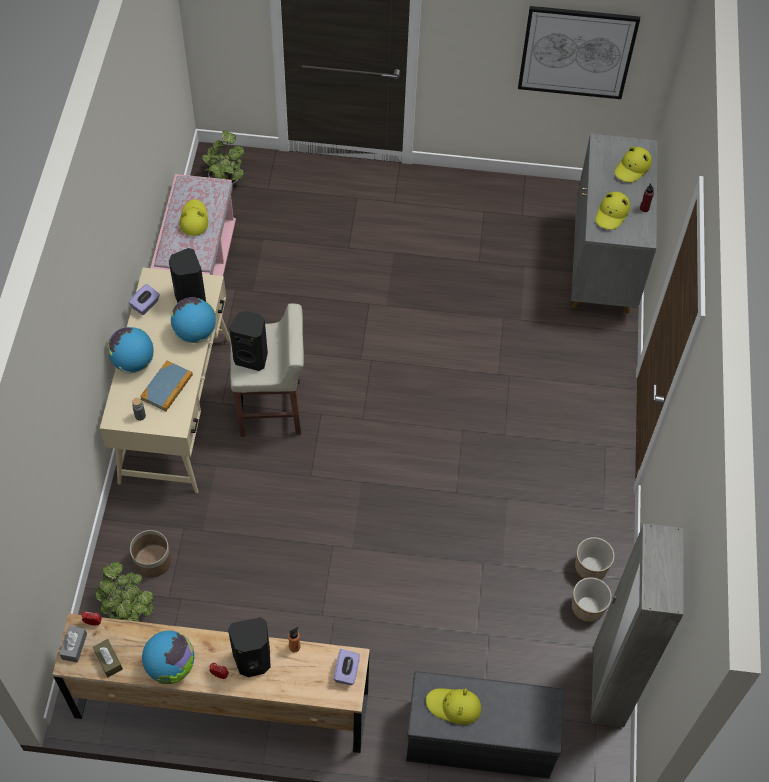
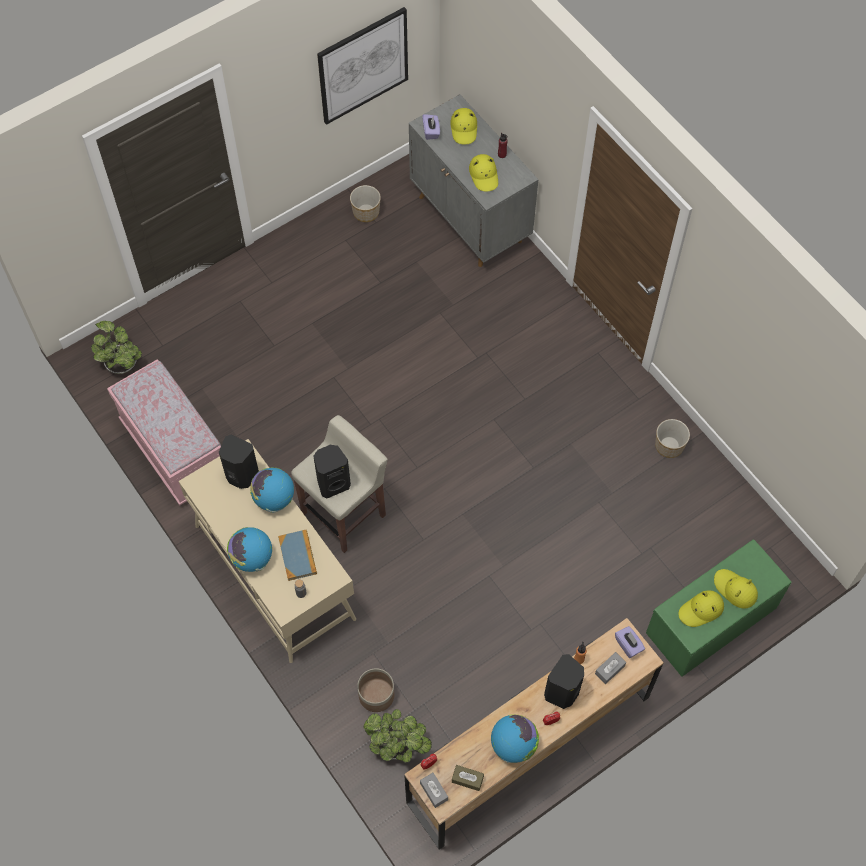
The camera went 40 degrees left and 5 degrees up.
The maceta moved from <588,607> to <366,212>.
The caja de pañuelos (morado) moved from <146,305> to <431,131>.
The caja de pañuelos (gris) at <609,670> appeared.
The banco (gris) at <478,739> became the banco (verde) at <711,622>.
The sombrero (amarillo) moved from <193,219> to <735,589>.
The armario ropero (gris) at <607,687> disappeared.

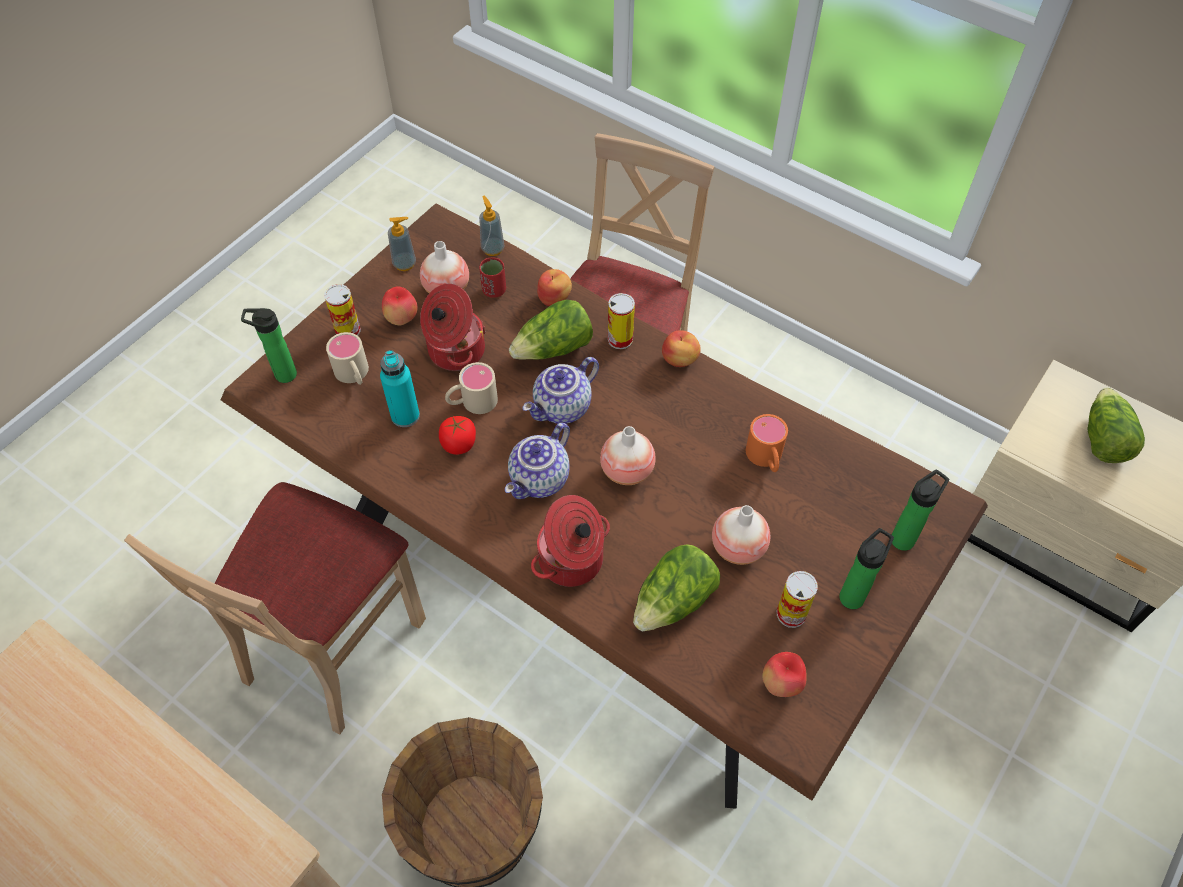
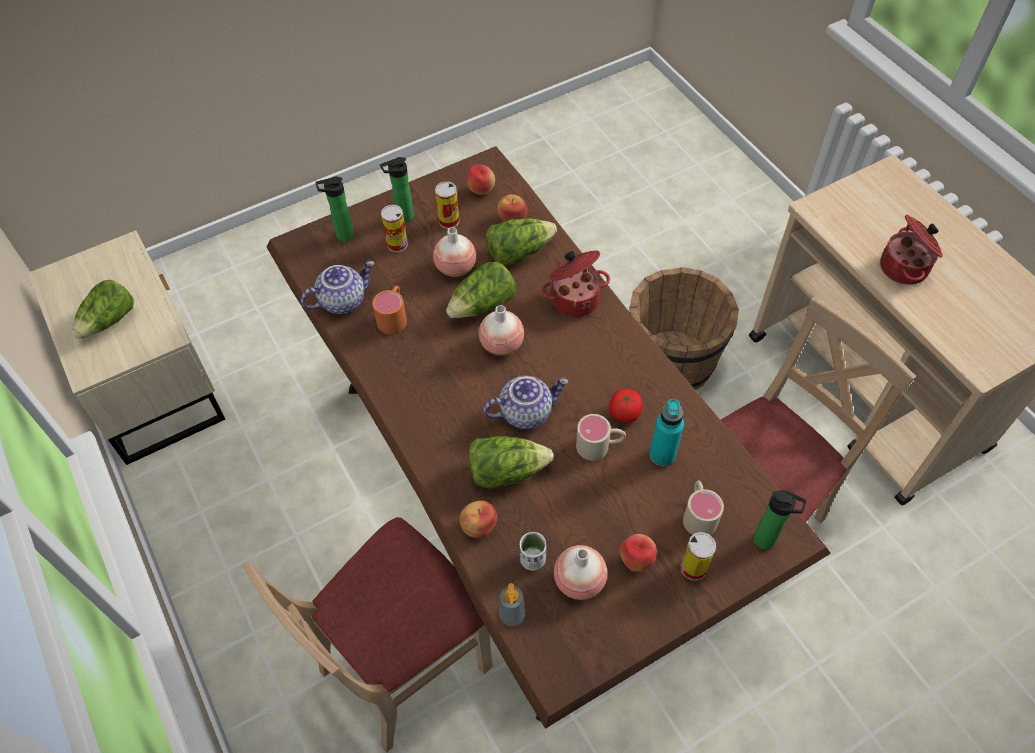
The camera went 155 degrees left and 0 degrees up.
The tetera moved from <540,480> to <342,300>.
The lata moved from <620,339> to <397,244>.
The lechuga at <483,306> appeared.
The manzana moved from <680,360> to <512,218>.
The taza (rojo) at <494,290> became the taza (blanco) at <532,559>.
The olla moved from <455,351> to <905,268>.
The dispensador de jabón at <404,264> disappeared.

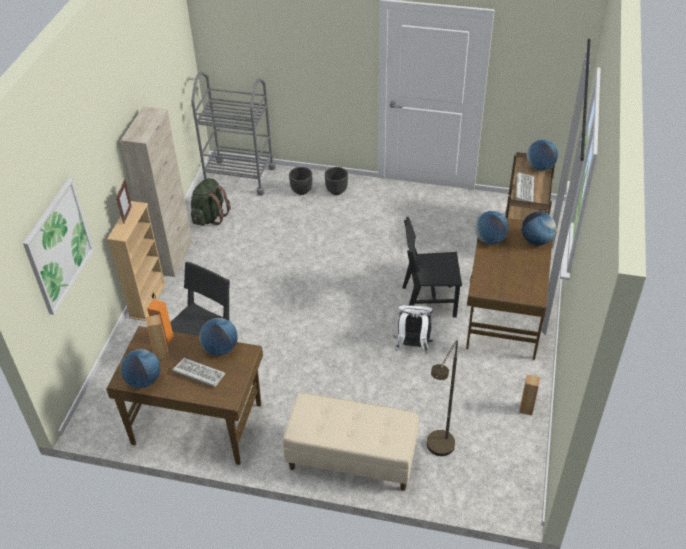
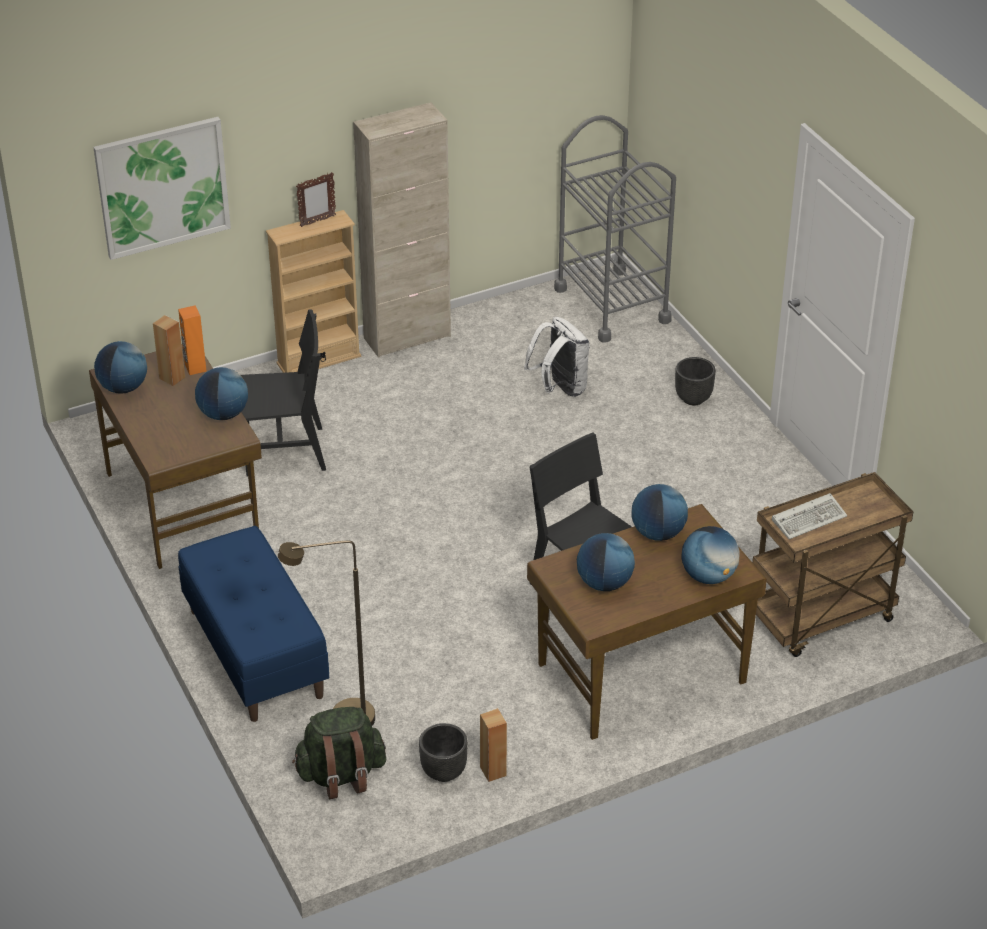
The camera went 50 degrees right and 5 degrees down.
The banco (beis) at <351,459> became the banco (azul) at <254,653>.
The mochila (verde) moved from <210,217> to <341,775>.
The maceta (negro) moved from <301,191> to <443,772>.
The mochila (blanco) moved from <412,346> to <560,388>.
The globo terráqueo moved from <540,167> to <604,583>.
The teclado at <197,373> disappeared.

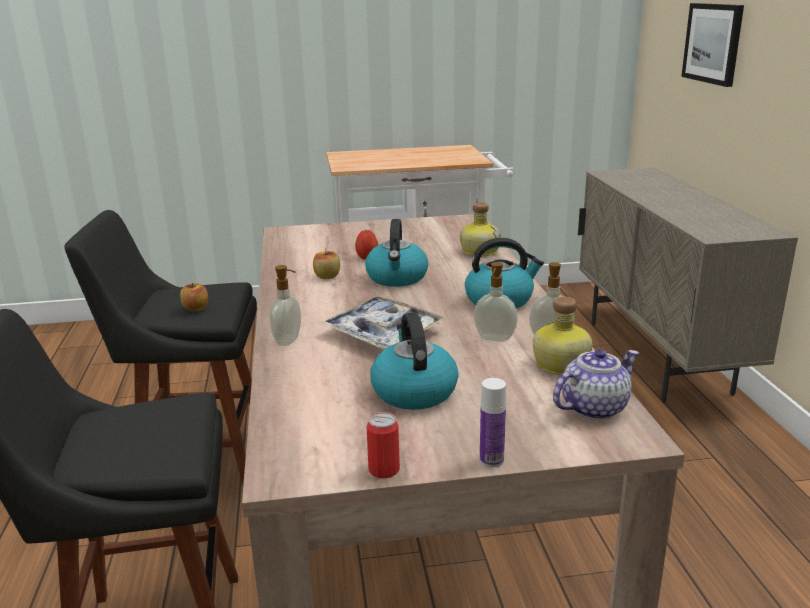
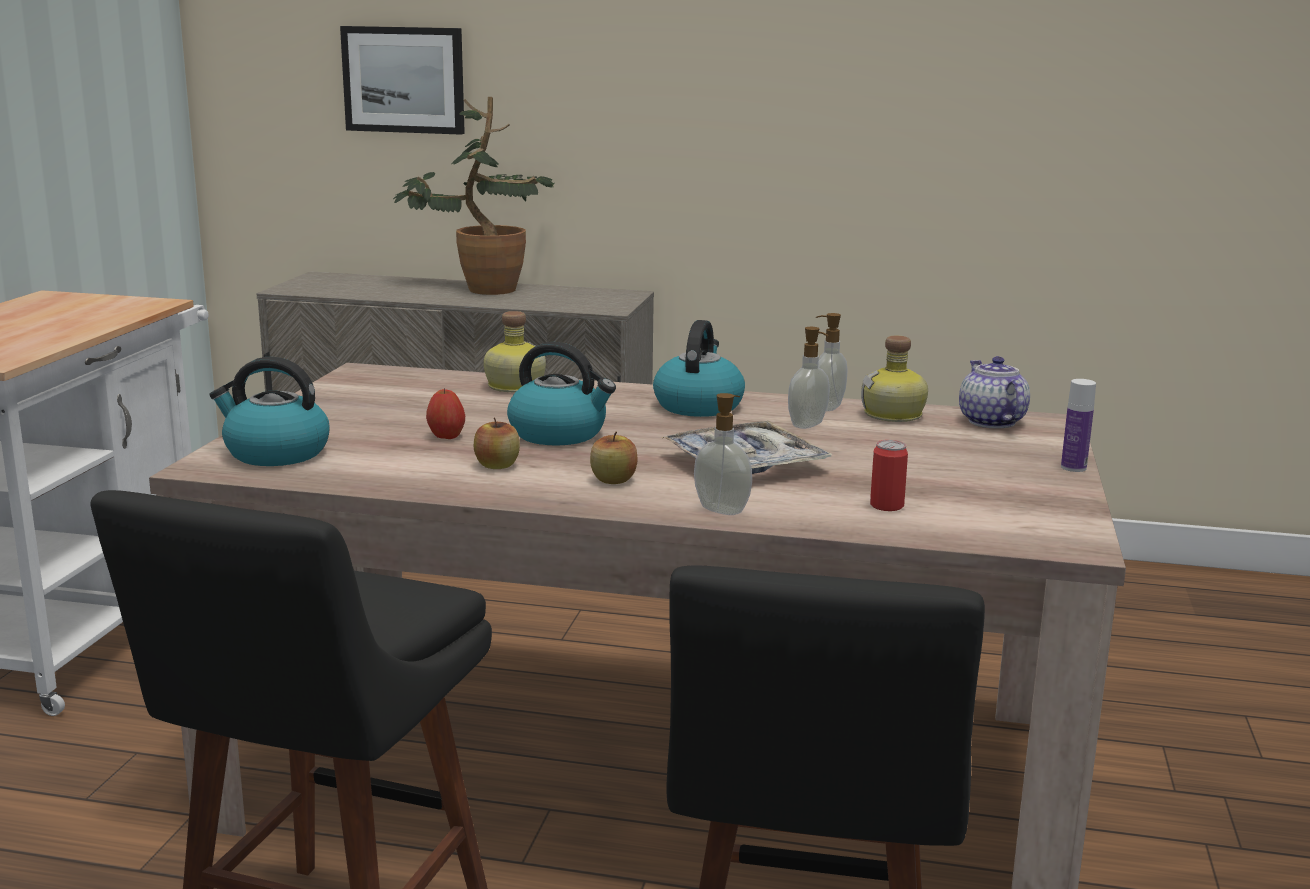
The camera went 70 degrees left and 5 degrees down.
The hervidor moved from <413,391> to <275,453>.
The planta en maceta at <481,288> appeared.
The manzana moved from <196,308> to <613,480>.
The lata moved from <384,470> to <886,505>.

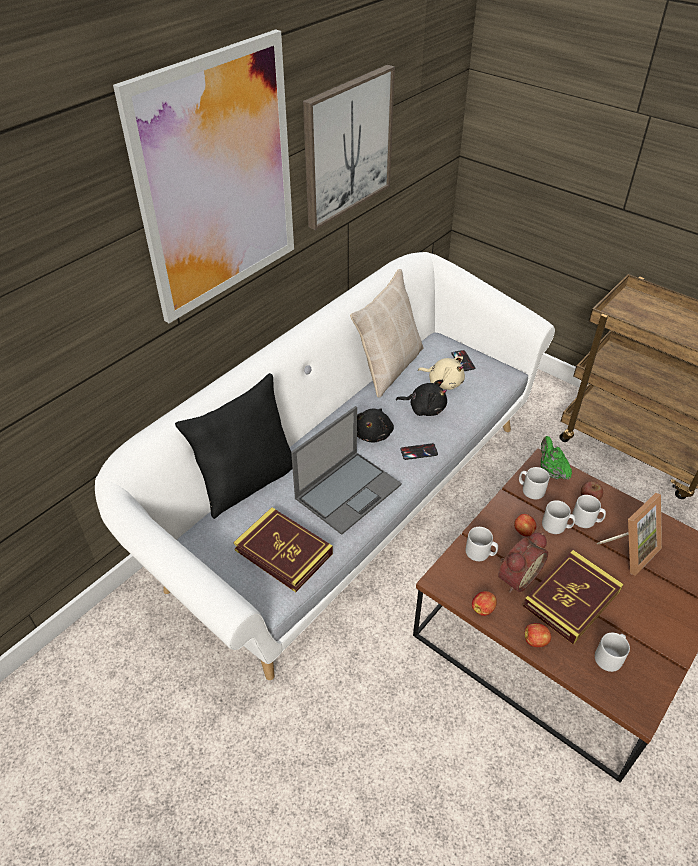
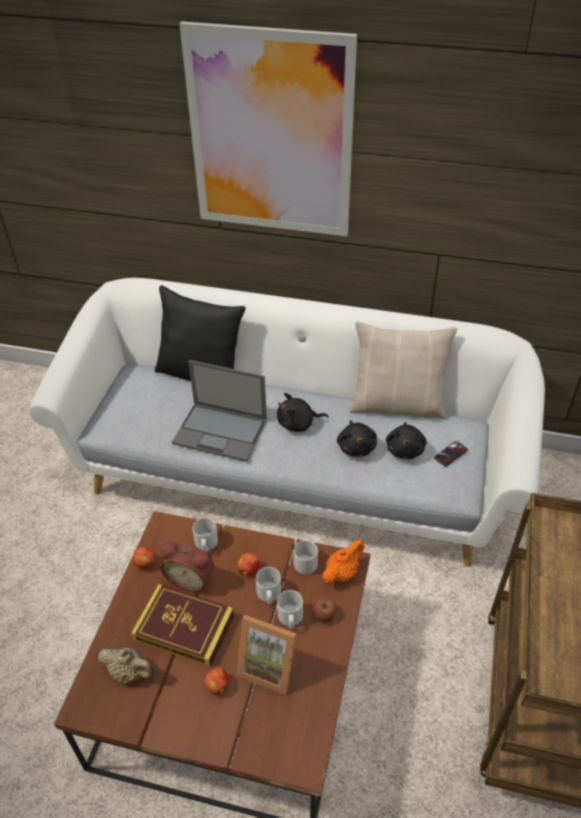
The camera went 65 degrees right and 0 degrees up.
The taza grande (gris) at <610,657> was replaced by the tetera (beis) at <130,673>.
The manzana moved from <535,641> to <218,686>.
The tetera (verde) at <551,471> became the tetera (naranja) at <342,573>.
The peluche (beis) at <443,382> became the peluche (negro) at <405,449>.
The libro at <283,552> disappeared.
The cuadro at <347,147> disappeared.
The móvil at <419,452> disappeared.

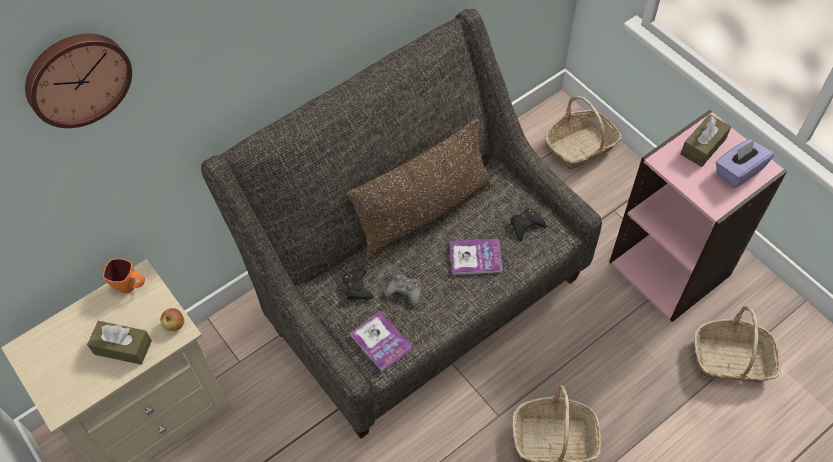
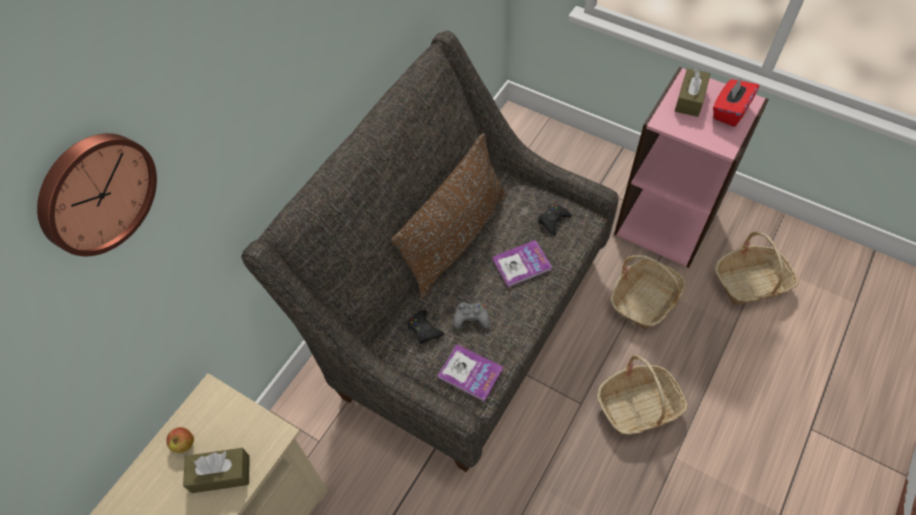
The camera went 20 degrees left and 0 degrees up.
The manzana moved from <175,324> to <184,444>.
The cesta moved from <581,146> to <645,299>.
The caja de pañuelos (morado) at <738,171> became the caja de pañuelos (rojo) at <730,111>.
The taza grande (naranja) at <131,287> disappeared.

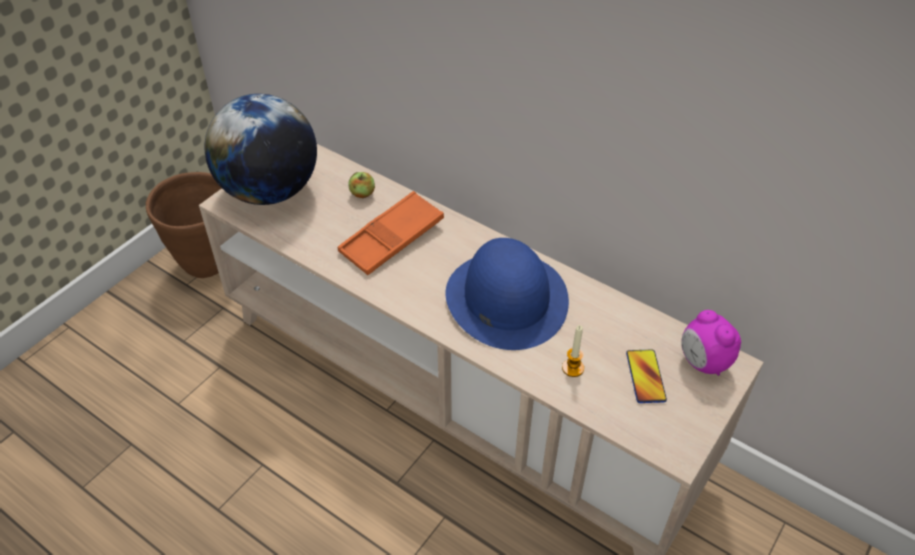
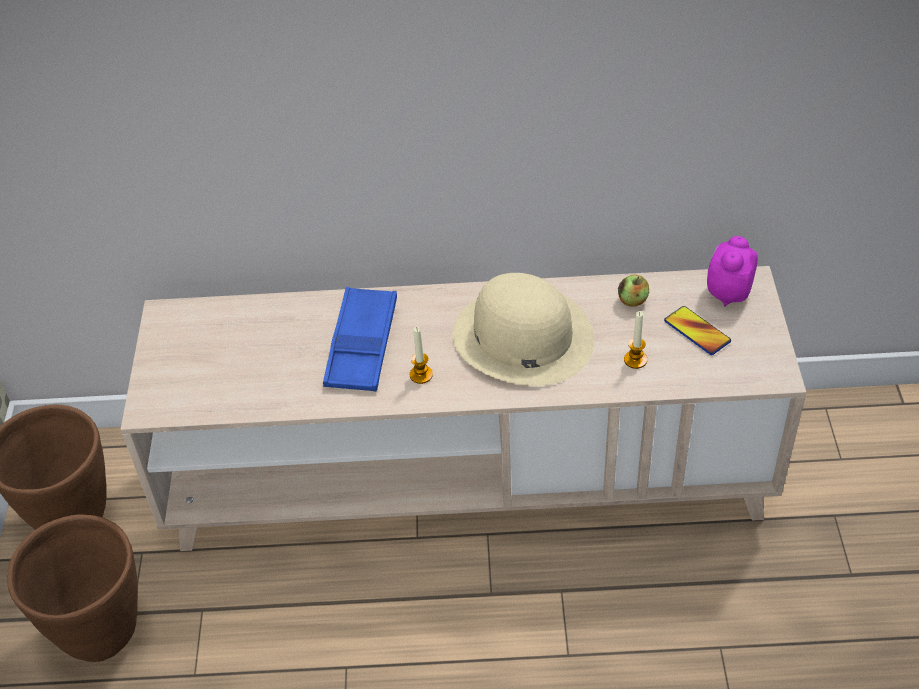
The camera went 35 degrees left and 0 degrees up.
The maceta (marrón) at <102,631> appeared.
The bandeja (naranja) at <392,239> became the bandeja (azul) at <362,345>.
The vela at <421,375> appeared.
The sombrero (azul) at <506,298> became the sombrero (beis) at <522,336>.
The manzana moved from <362,194> to <632,301>.
The despertador at <703,362> turned 90 degrees clockwise.
The globo terráqueo at <270,191> disappeared.

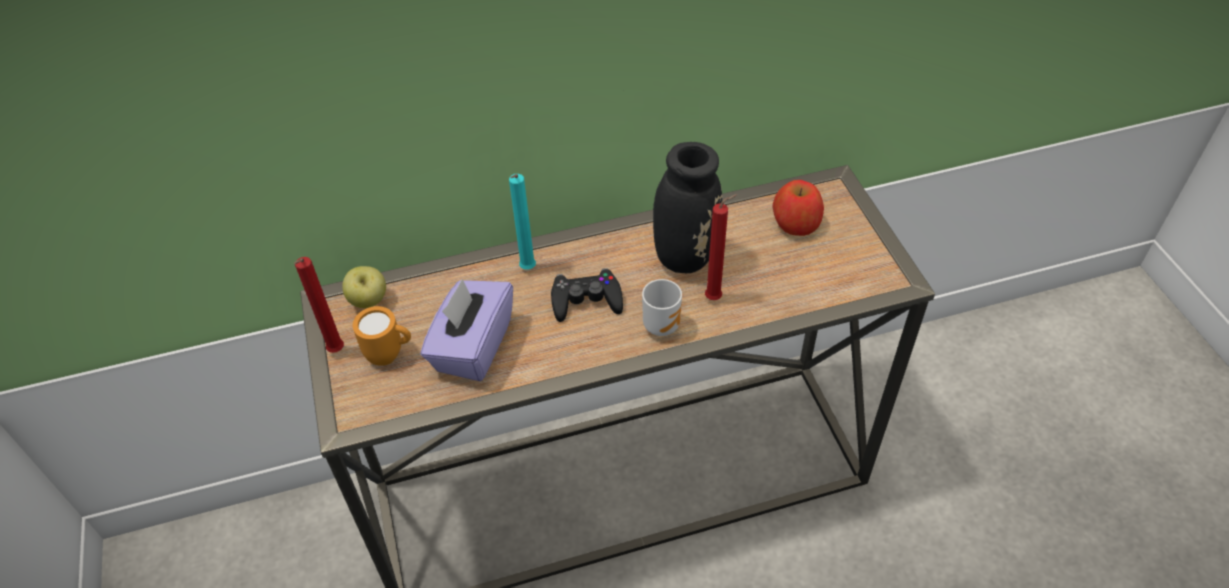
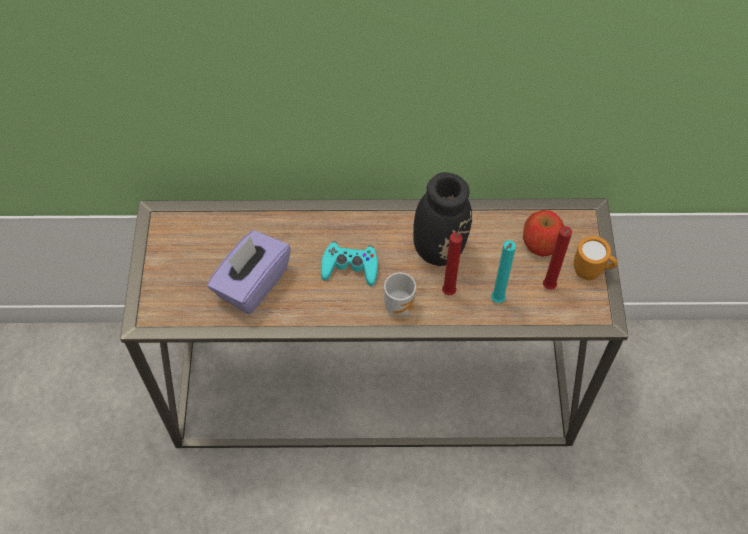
The camera went 15 degrees right and 10 degrees up.
The mando de consola (negro) at <586,300> became the mando de consola (turquesa) at <350,267>.
The vela (turquesa) moved from <527,270> to <496,301>.
The vela (rojo) moved from <335,352> to <548,288>.
The taza grande (naranja) moved from <390,355> to <591,272>.
The manzana at <368,301> disappeared.

